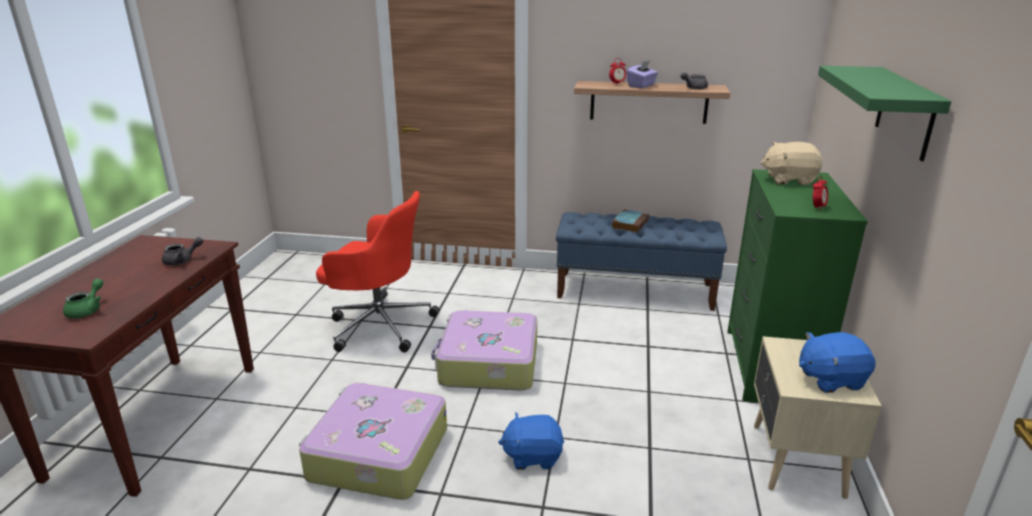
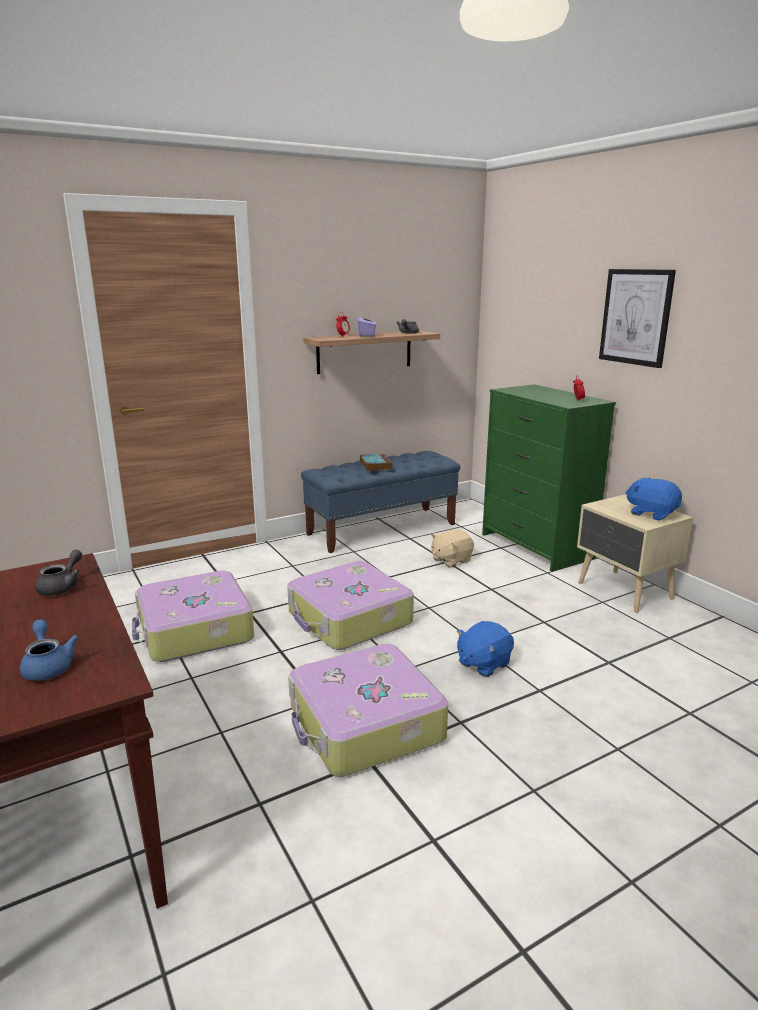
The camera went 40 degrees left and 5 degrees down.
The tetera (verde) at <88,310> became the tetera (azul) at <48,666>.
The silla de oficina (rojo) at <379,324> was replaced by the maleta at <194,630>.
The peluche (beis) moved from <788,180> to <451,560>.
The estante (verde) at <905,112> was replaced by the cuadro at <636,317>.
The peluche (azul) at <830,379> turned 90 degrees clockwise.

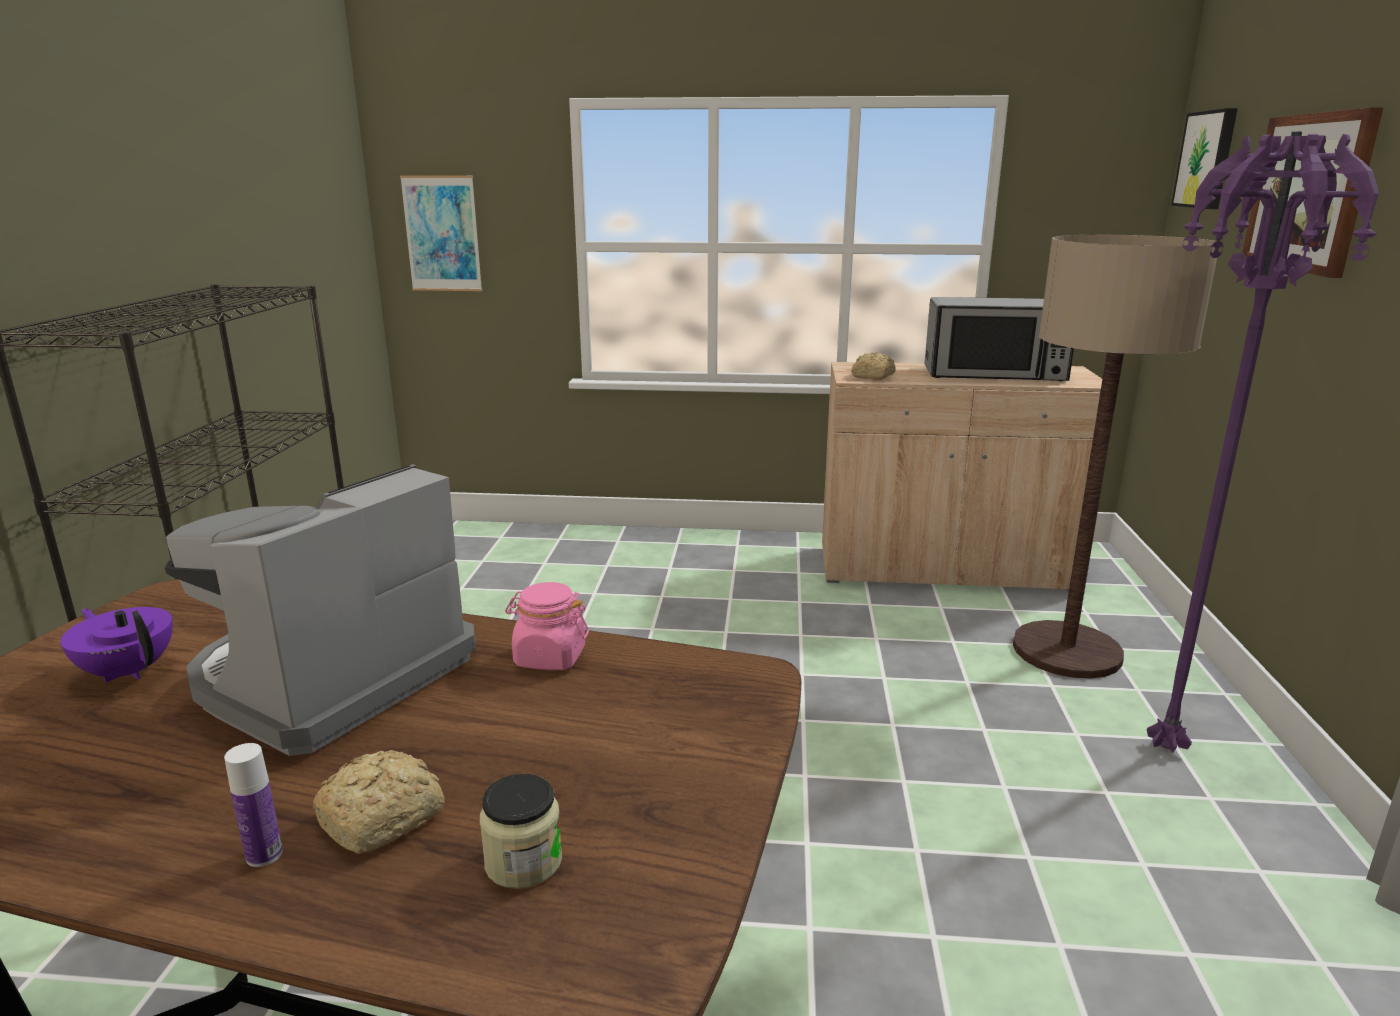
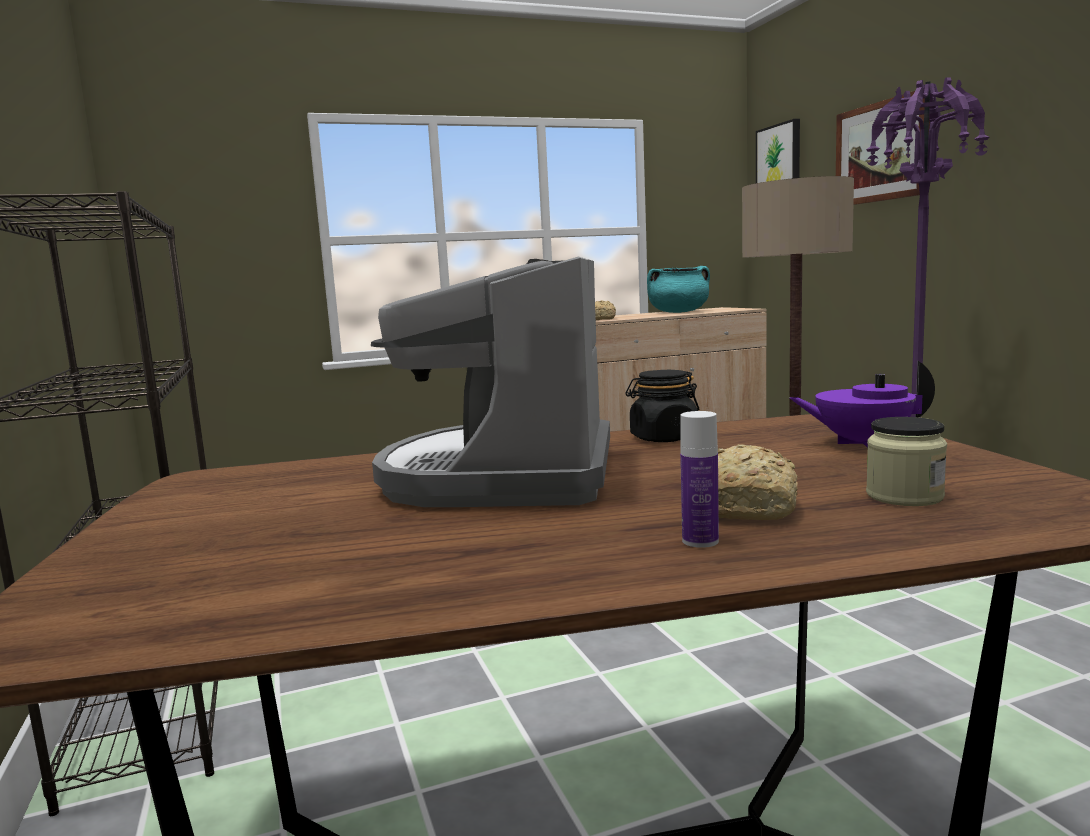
The camera went 25 degrees left and 10 degrees down.
The tarro (rosa) at <549,657> became the tarro (negro) at <663,438>.
The microondas at <995,374> was replaced by the olla (turquesa) at <678,312>.
The tetera (morado) moved from <128,671> to <861,443>.
The cuadro at <442,234> disappeared.

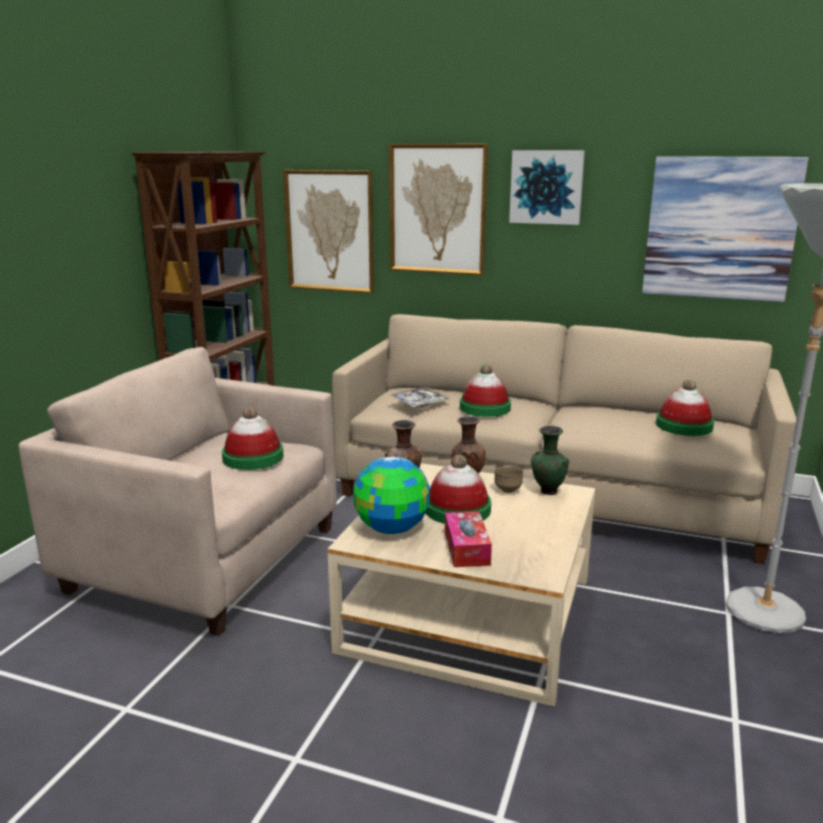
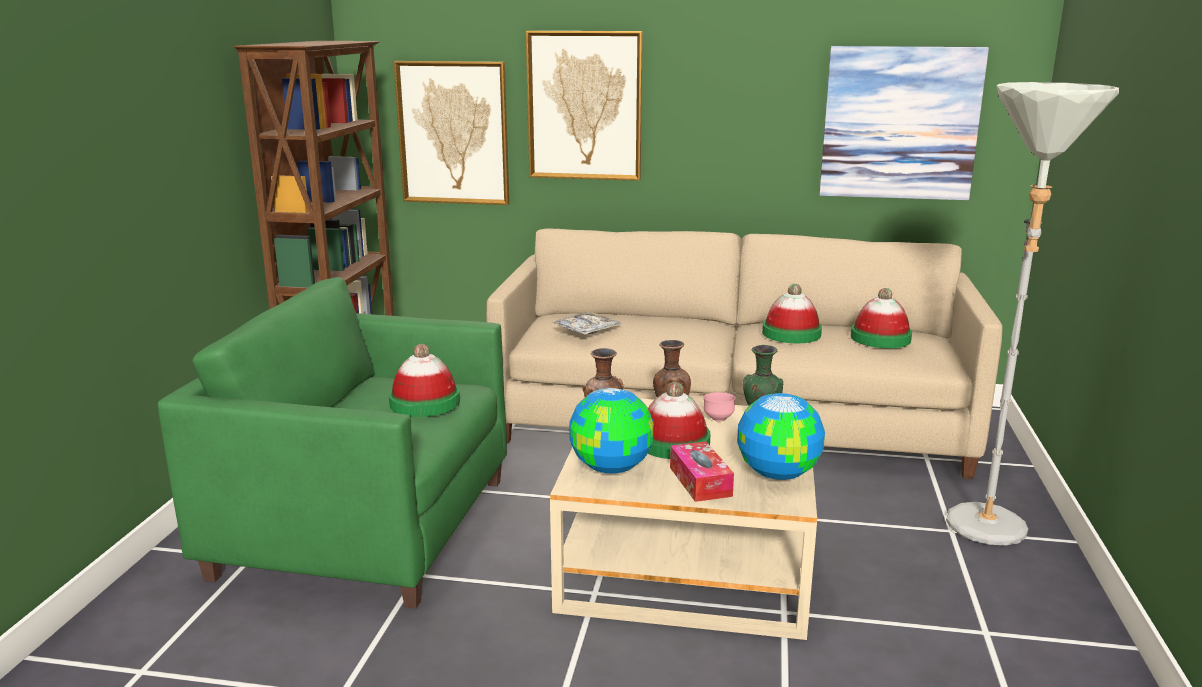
The camera went 10 degrees left and 0 degrees up.
The sillón (beis) at <206,560> became the sillón (verde) at <366,528>.
The cuenco (marrón) at <507,490> became the cuenco (rosa) at <718,419>.
The globo terráqueo at <777,473> appeared.
The sombrero moved from <485,408> to <791,333>.
The cuadro at <546,187> disappeared.

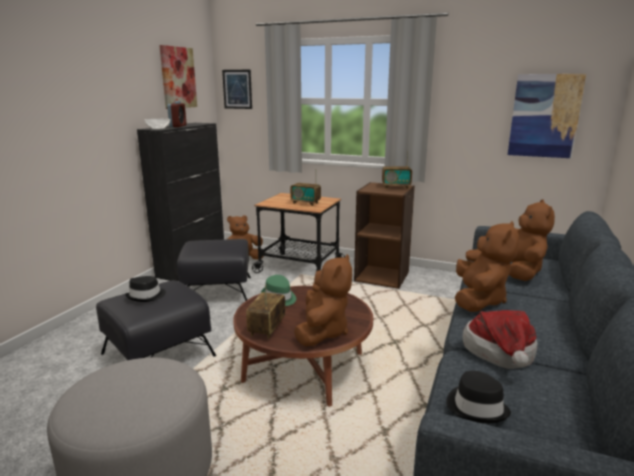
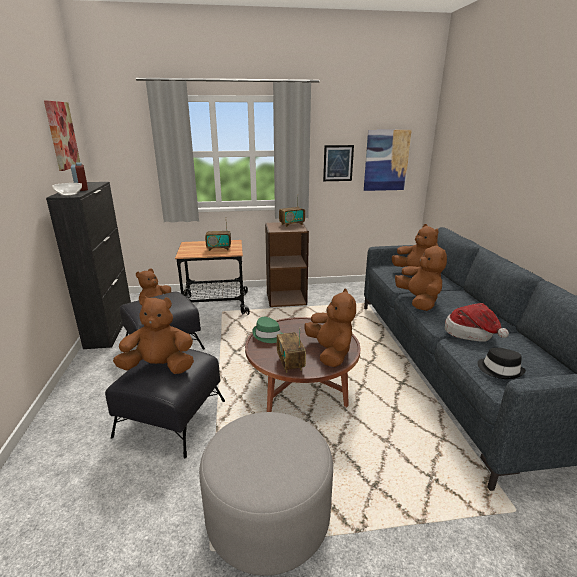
The camera went 30 degrees left and 5 degrees up.
The sombrero (negro) at <146,296> was replaced by the peluche (marrón) at <159,367>.
The cuadro moved from <237,89> to <338,163>.

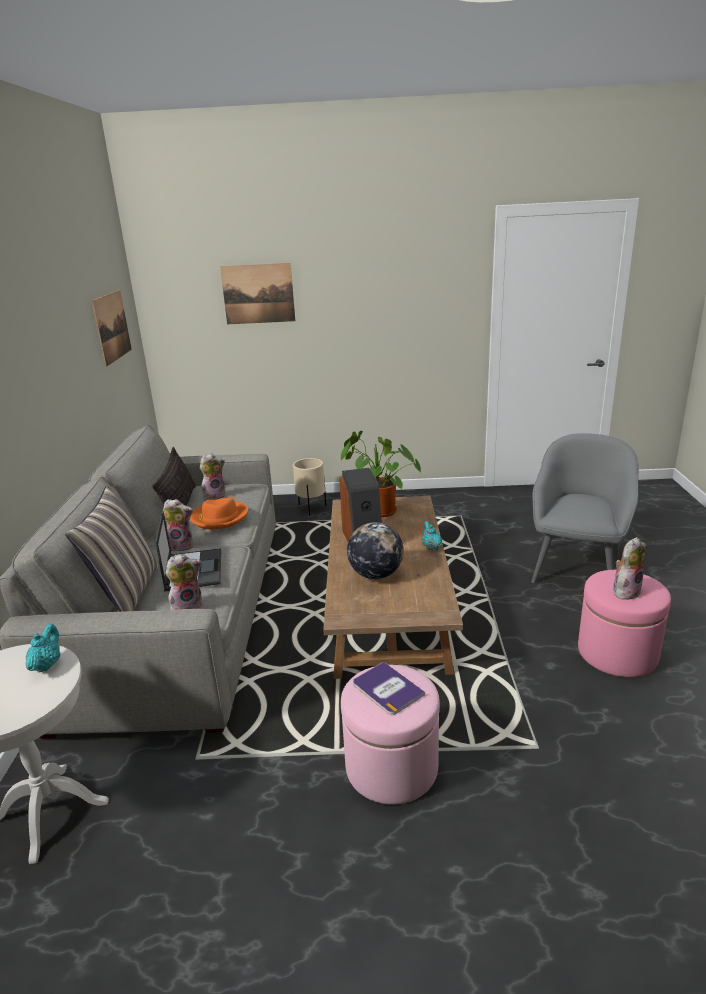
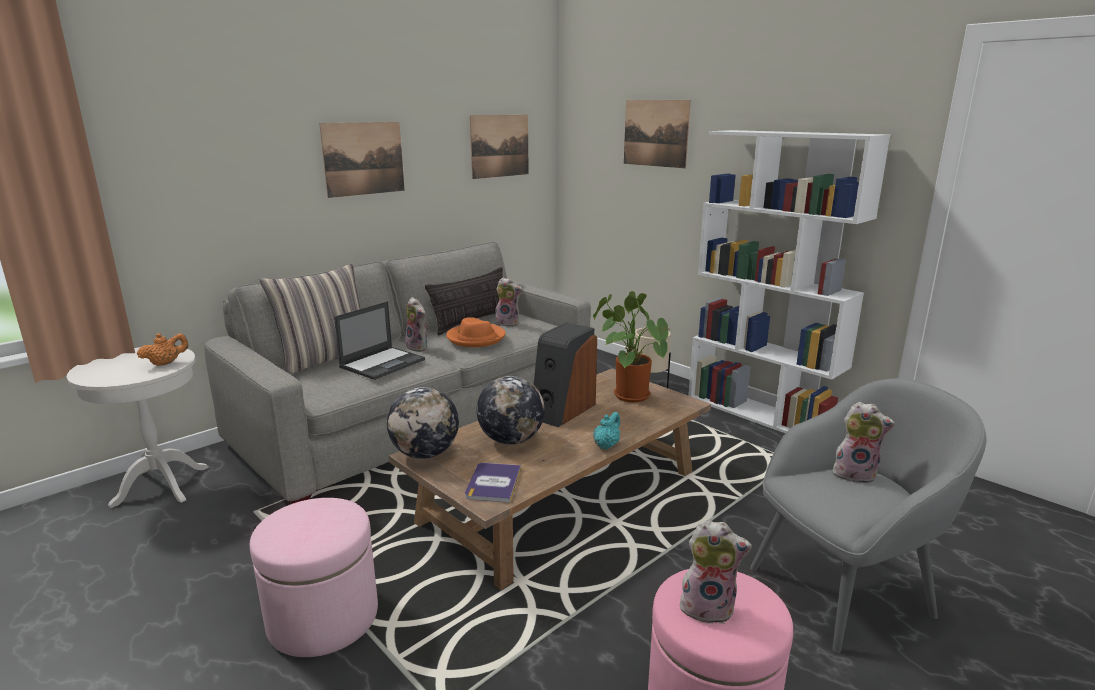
The camera went 45 degrees right and 5 degrees down.
The tetera (turquesa) at <47,665> became the tetera (naranja) at <166,363>.
The cuadro at <364,158> appeared.
The globo terráqueo at <425,454> appeared.
The libro moved from <387,689> to <493,483>.
The estantería (blanco) at <761,414> appeared.
The peluche moved from <187,608> to <855,474>.

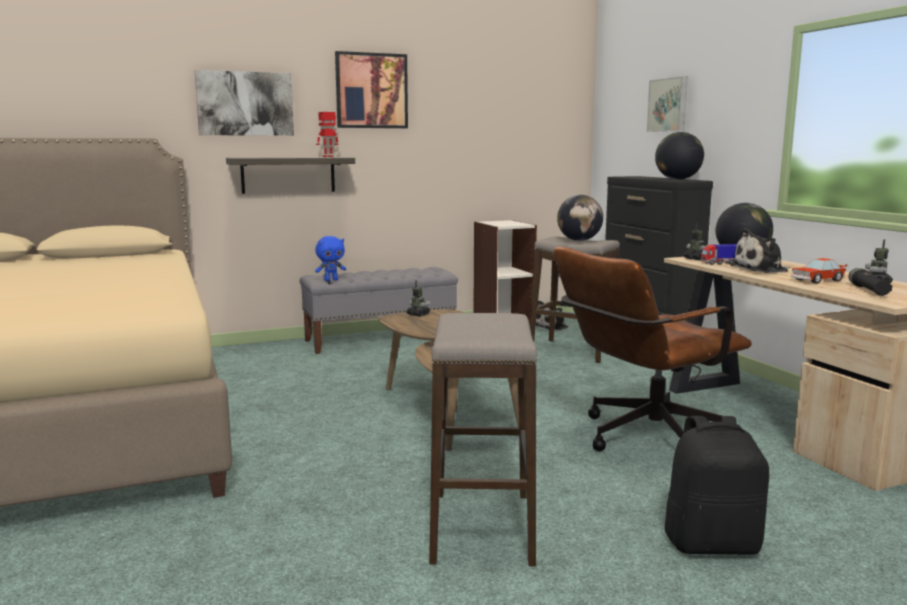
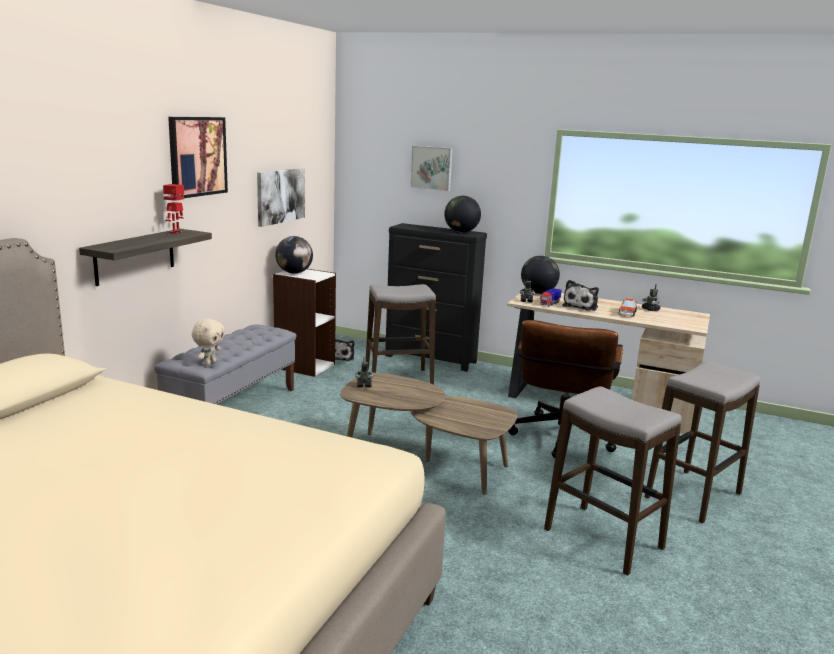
The camera went 45 degrees left and 5 degrees up.
The peluche (azul) at <331,280> became the peluche (beis) at <209,363>.
The cuadro moved from <245,104> to <280,196>.
The globo terráqueo moved from <579,240> to <294,273>.
The mochila (negro) at <712,543> was replaced by the taburete at <692,496>.
The linterna (negro) at <868,290> disappeared.

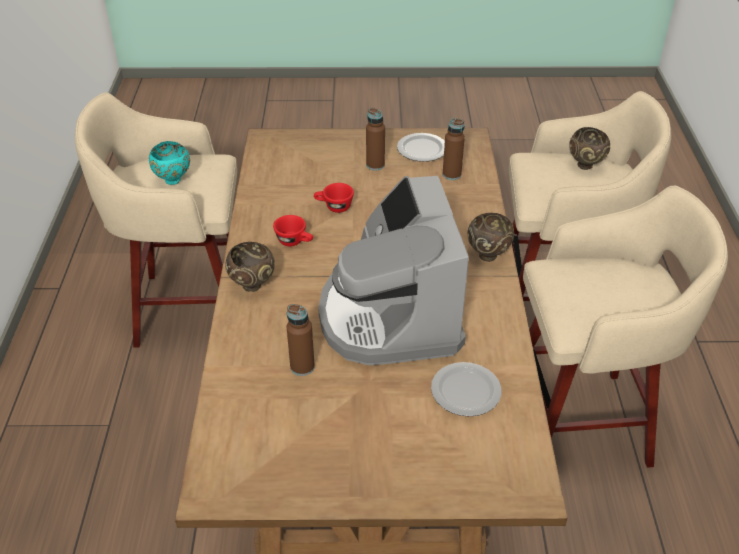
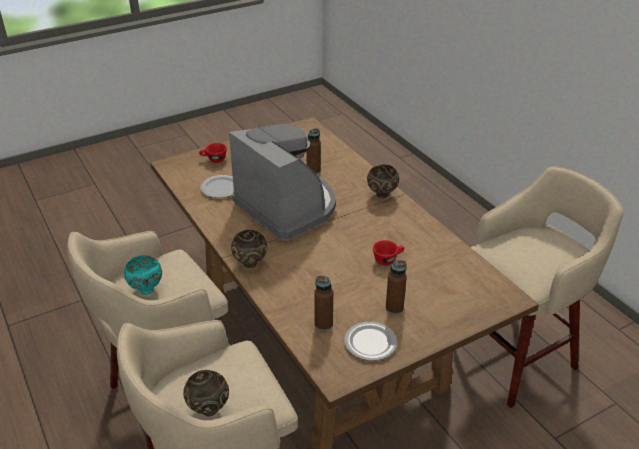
The camera went 150 degrees right and 5 degrees down.
The cuenco (turquesa) moved from <173,181> to <146,289>.
The taza (rojo) moved from <295,241> to <213,160>.

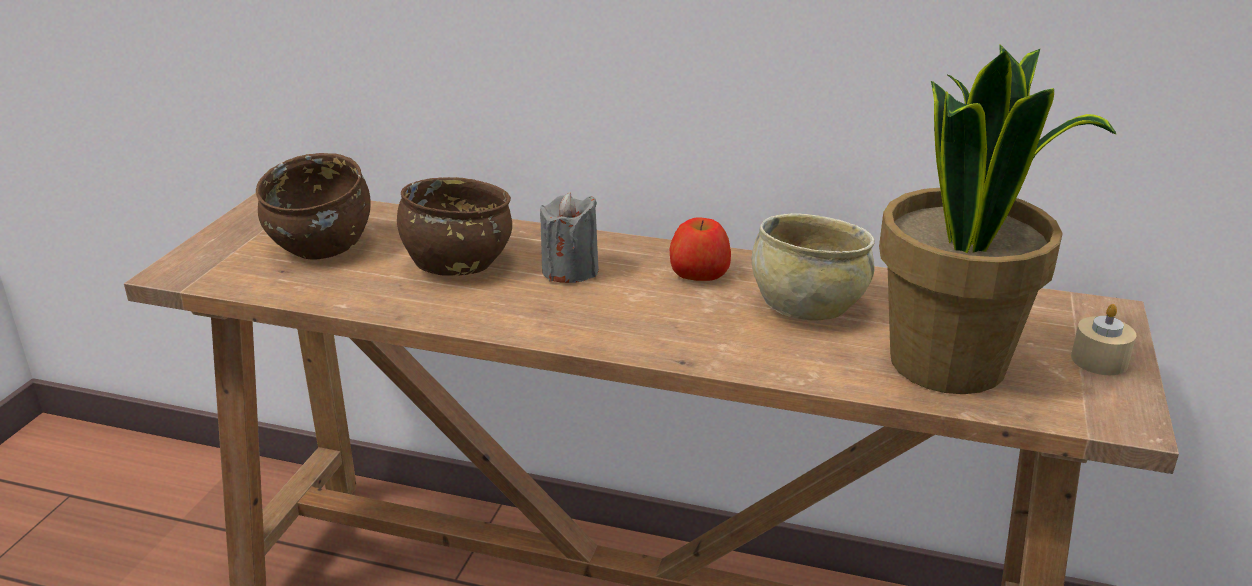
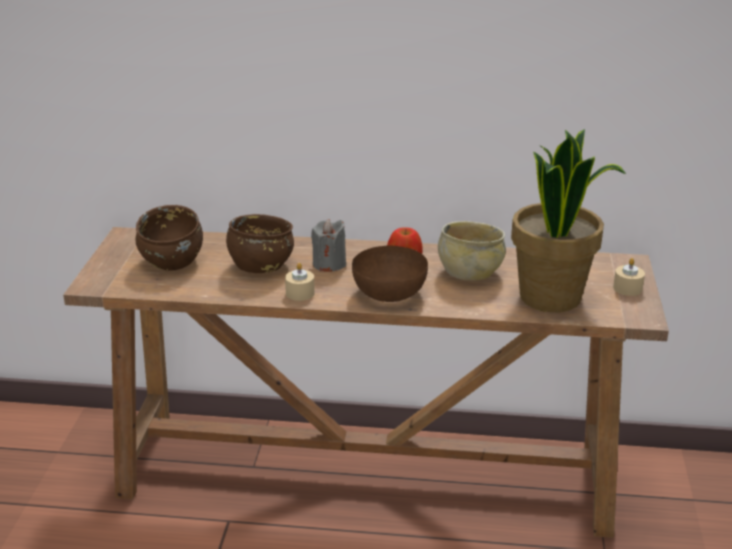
The camera went 10 degrees left and 0 degrees up.
The vela (beis) at <300,293> appeared.
The cuenco (marrón) at <389,293> appeared.

